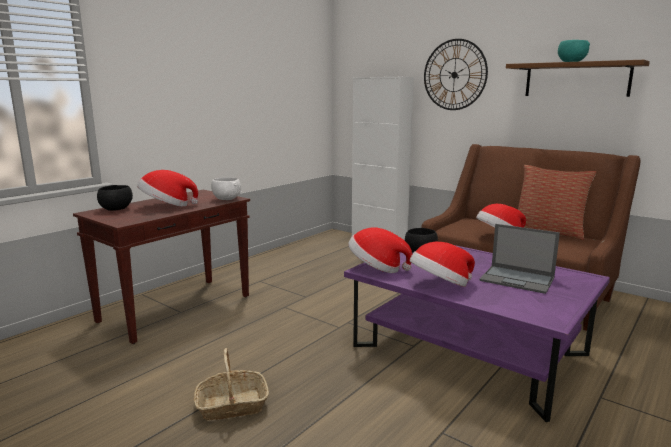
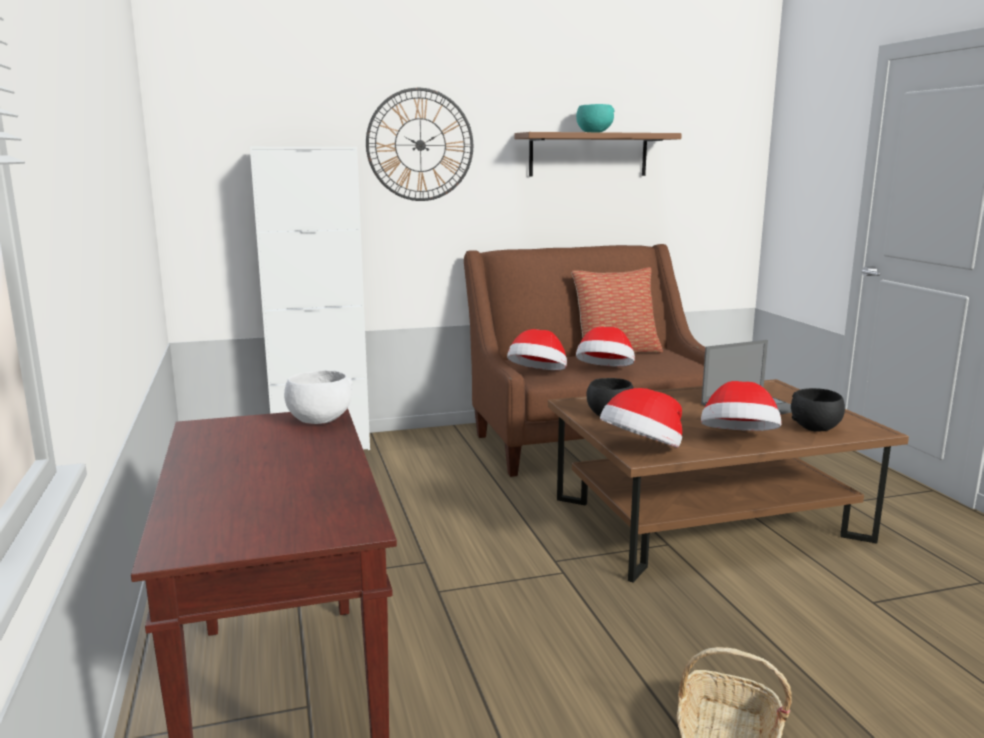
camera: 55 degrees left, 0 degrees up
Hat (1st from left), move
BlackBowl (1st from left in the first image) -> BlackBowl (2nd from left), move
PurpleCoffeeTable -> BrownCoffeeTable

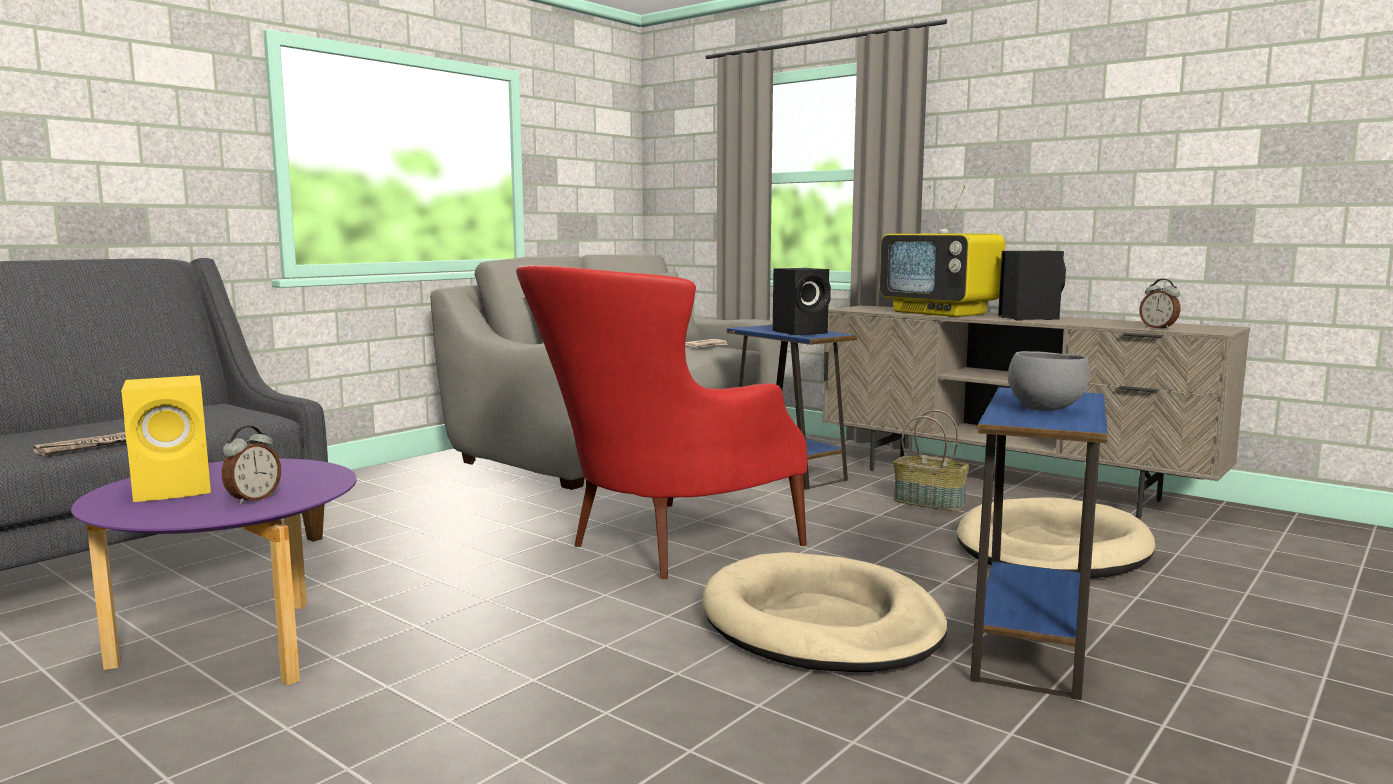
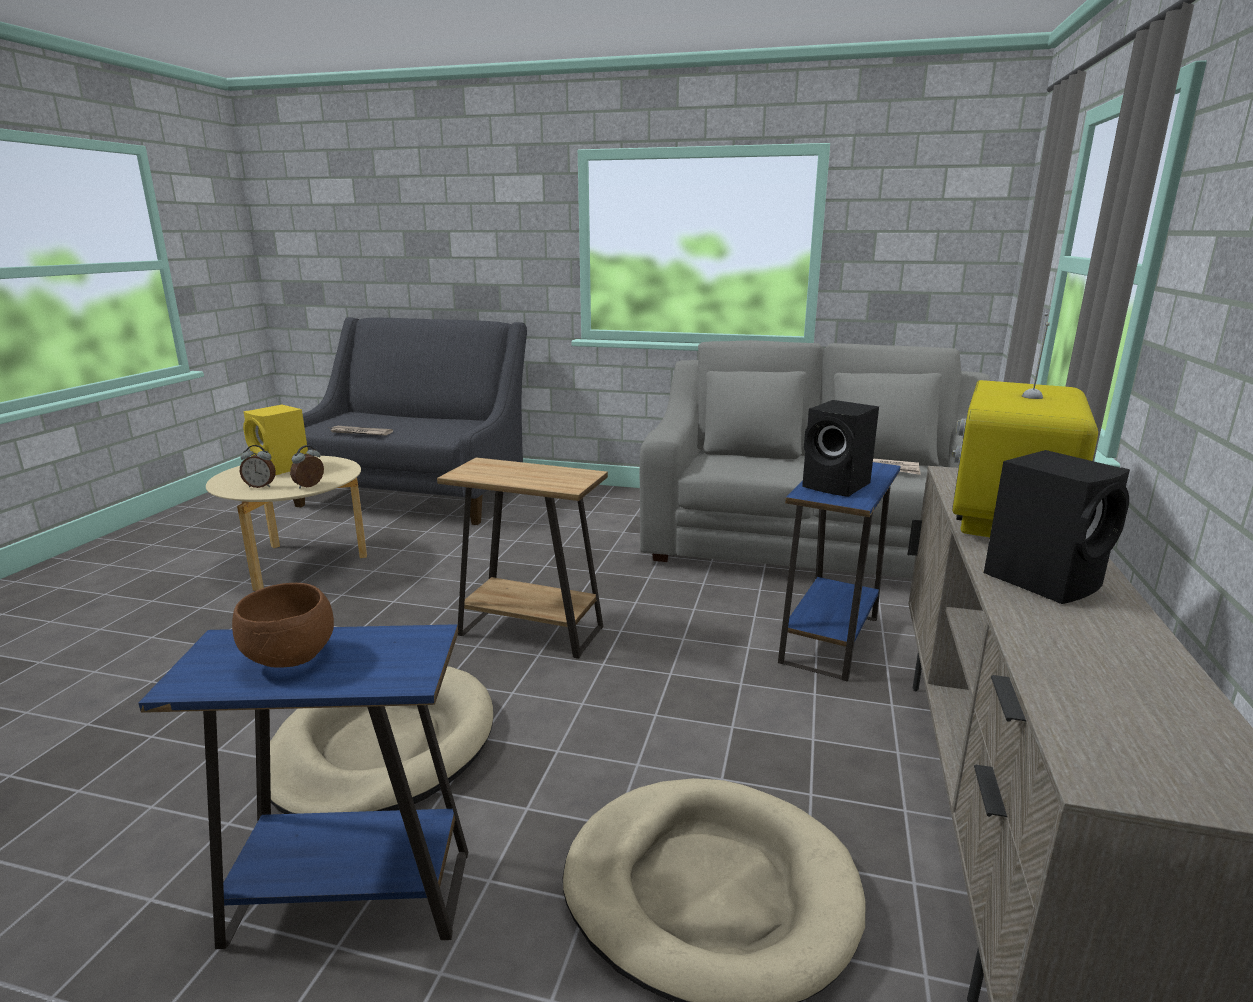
camera: 65 degrees right, 10 degrees up
RedArmchair -> BrownSideTable
AlarmClock (2nd from left), move
GreyBowl -> BrownBowl
Basket -> none
PurpleCoffeeTable -> BeigeCoffeeTable

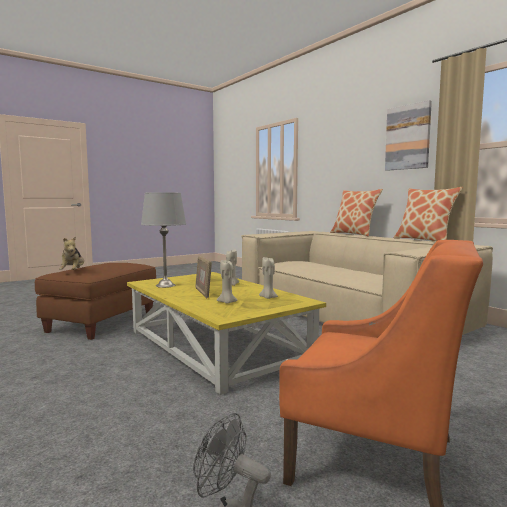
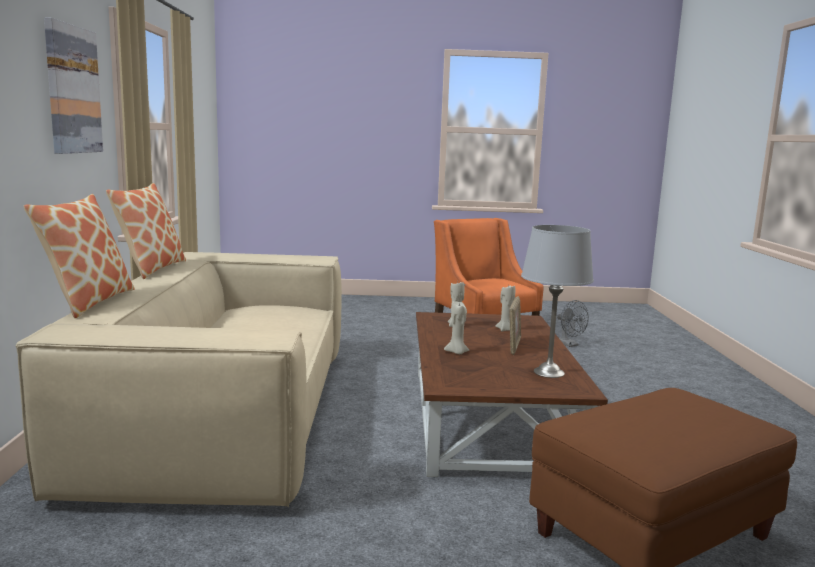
camera: 145 degrees left, 5 degrees up
PlushToy -> none
YellowCoffeeTable -> BrownCoffeeTable

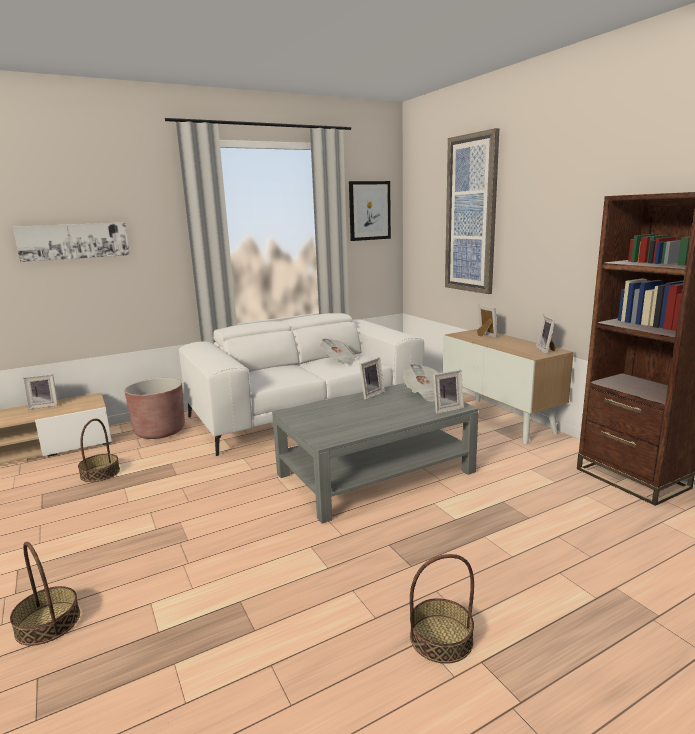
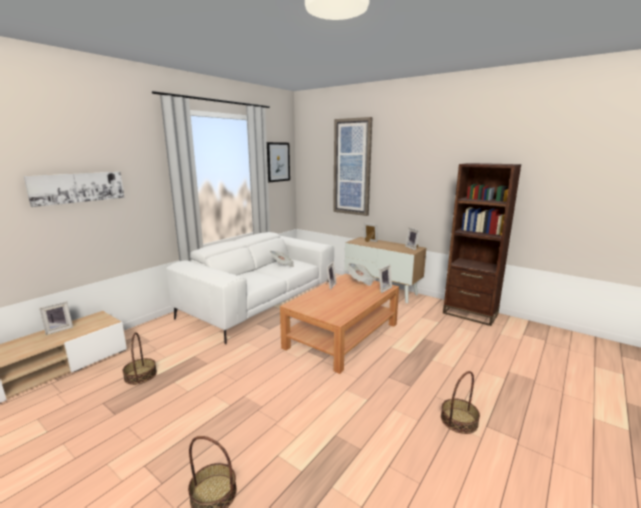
camera: 25 degrees left, 0 degrees up
BrownPlanter -> none
GreyCoffeeTable -> BrownCoffeeTable

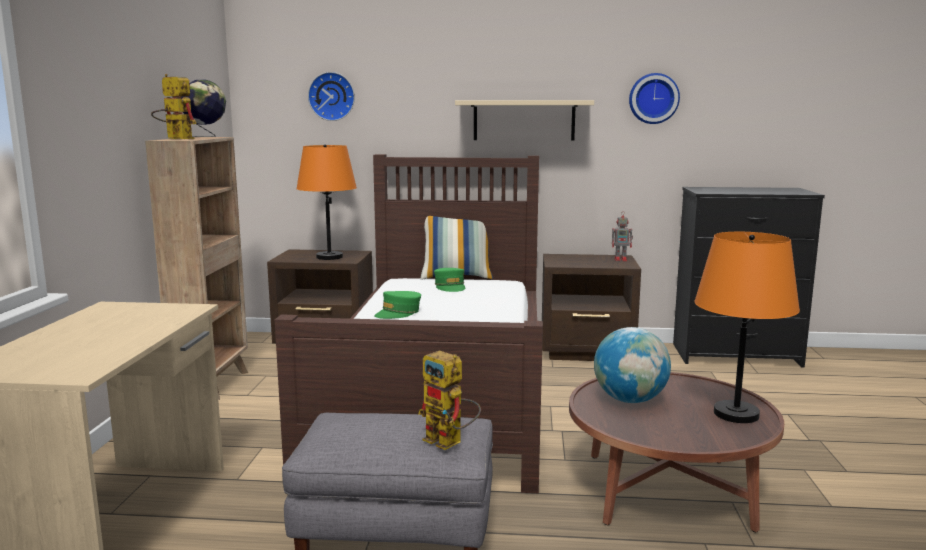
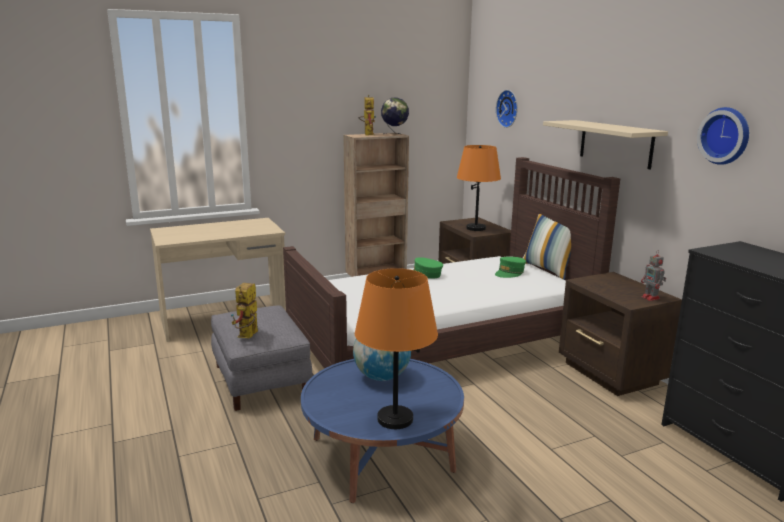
camera: 60 degrees right, 5 degrees up
BrownCoffeeTable -> BlueCoffeeTable

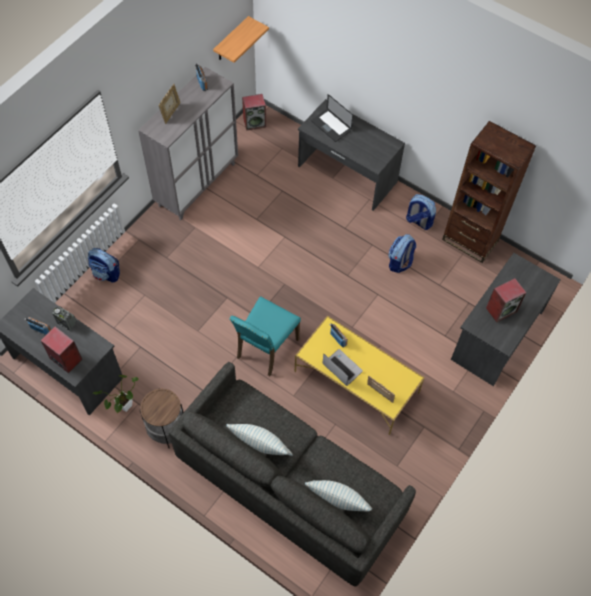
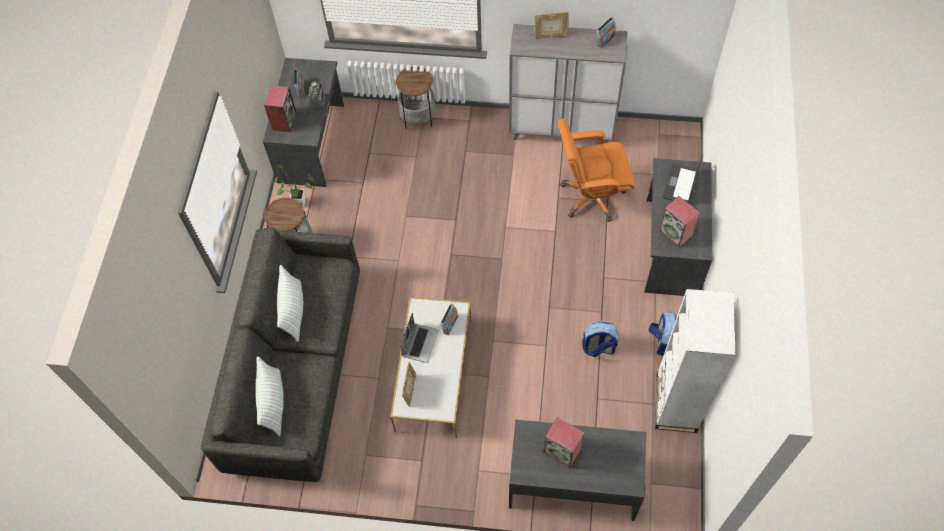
camera: 65 degrees right, 0 degrees up
Shelf -> none
Speaker (2nd from left in the first image) -> Speaker (3rd from left), move
BrownBookcase -> WhiteBookcase
Backpack (1st from left) -> SideTable (2nd from left)
TurquoiseChair -> none
YellowCoffeeTable -> WhiteCoffeeTable
none -> OrangeOfficeChair

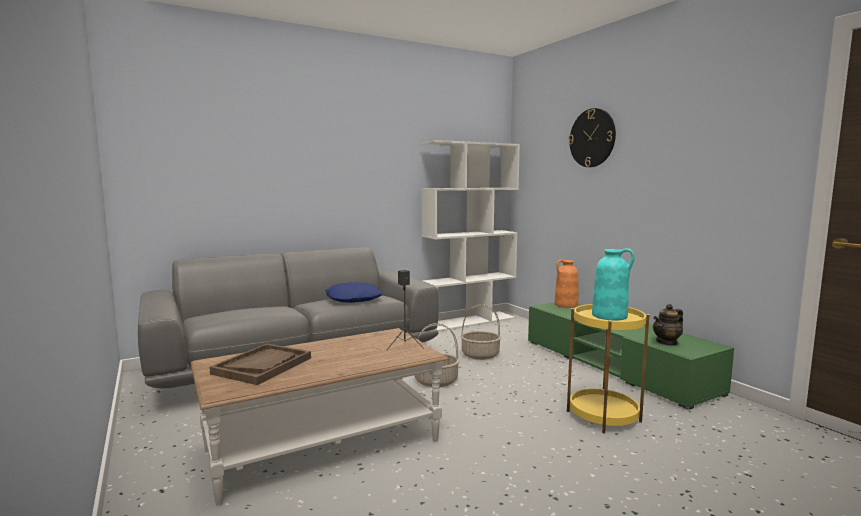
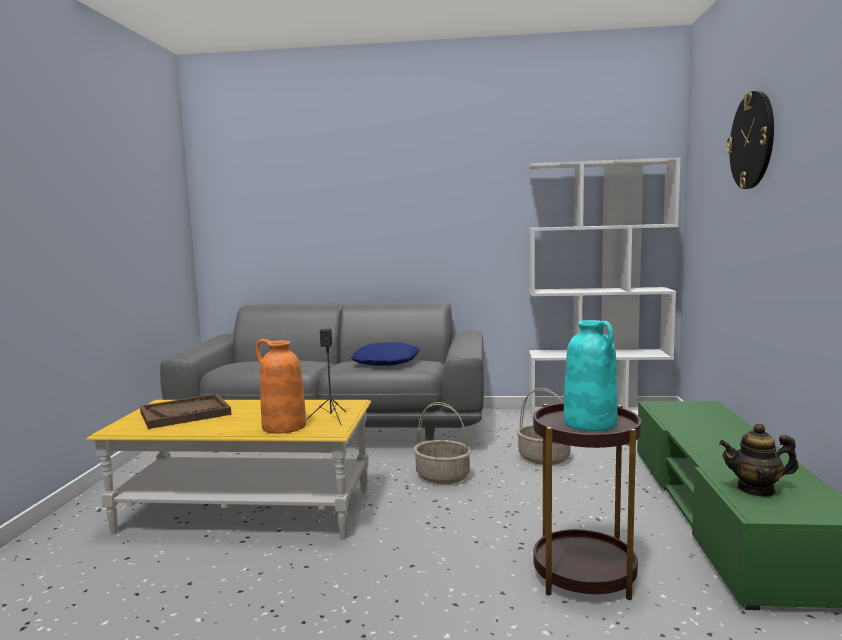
camera: 35 degrees right, 0 degrees up
OrangeVase, move
YellowSideTable -> BrownSideTable
BrownCoffeeTable -> YellowCoffeeTable

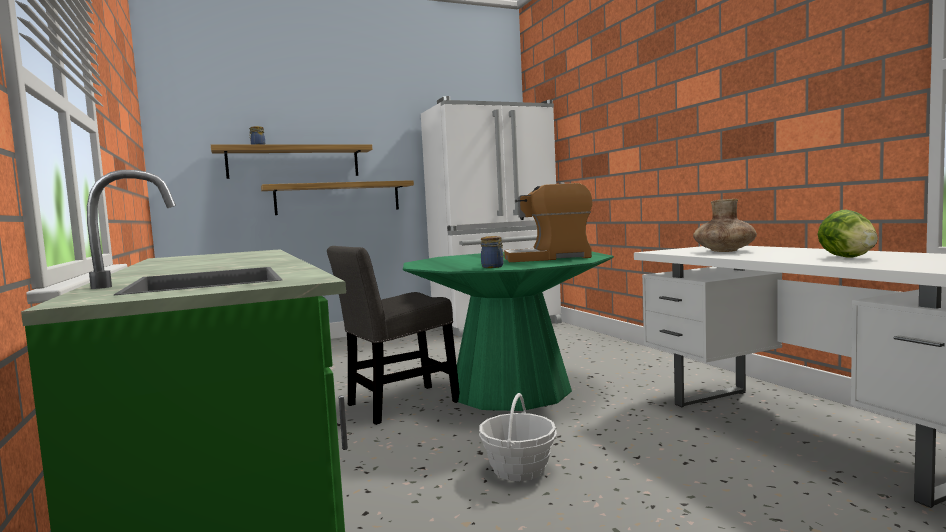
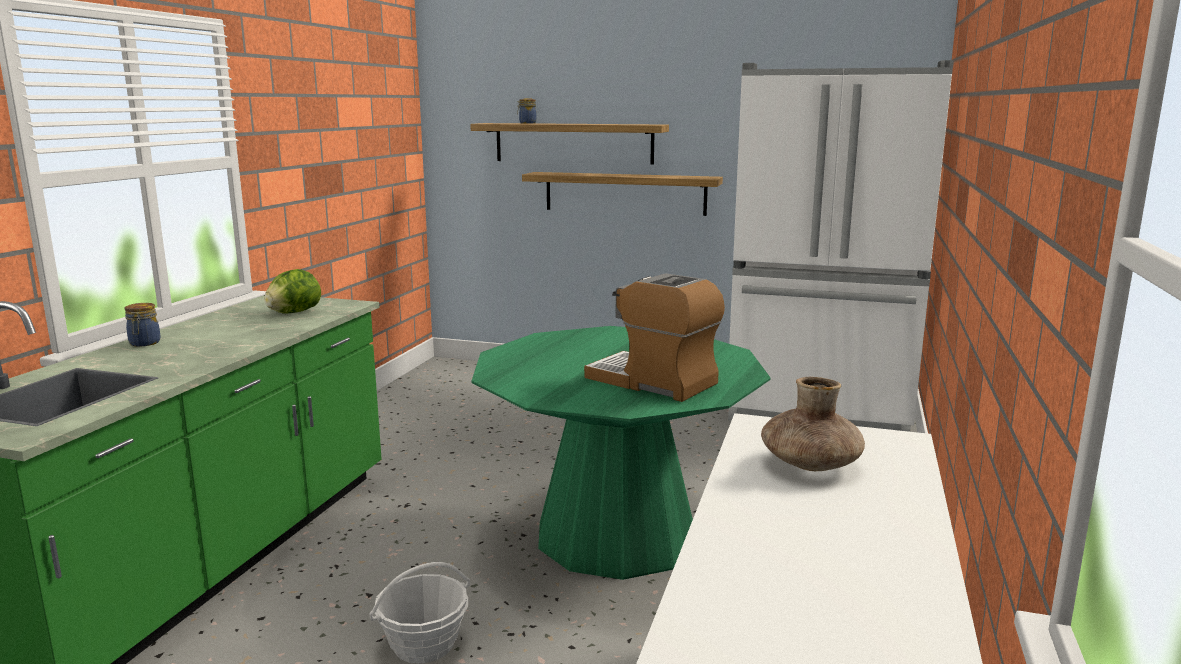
camera: 40 degrees right, 10 degrees up
Lettuce, move
Jar (2nd from left in the first image) -> Jar (1st from left), move
GreyChair -> none

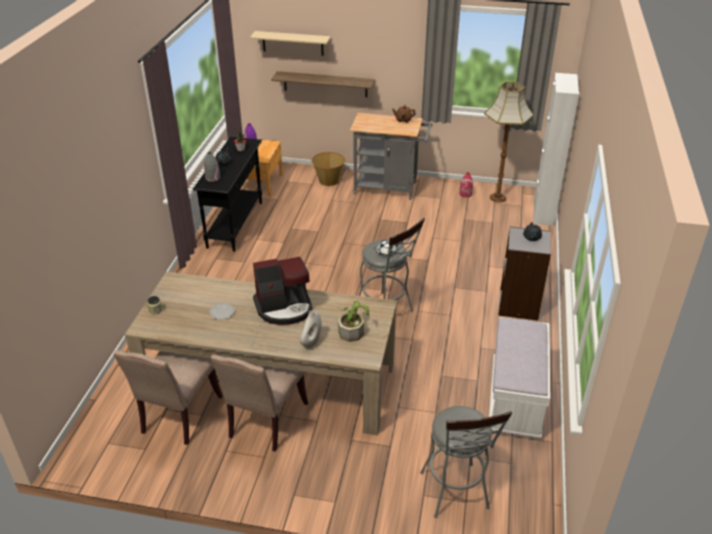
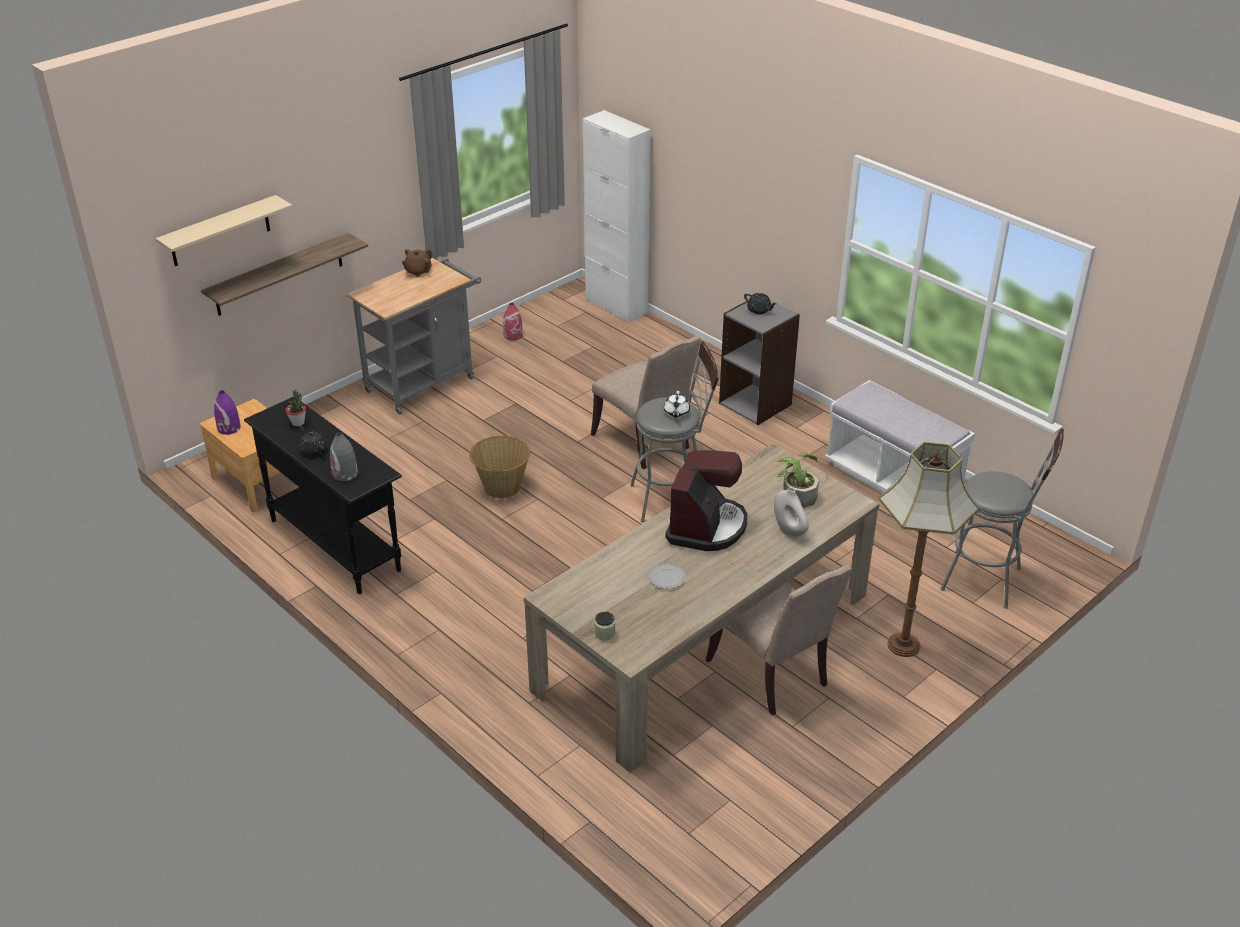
camera: 55 degrees left, 0 degrees up
FloorLamp, move
Basket, move
BeigeChair (1st from left), move

